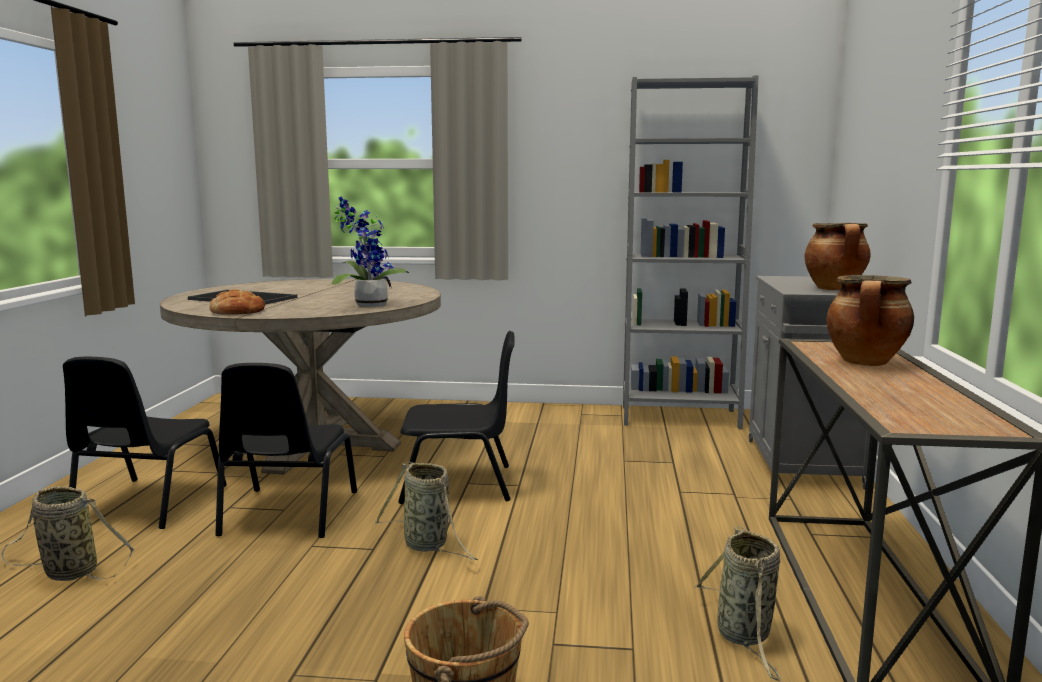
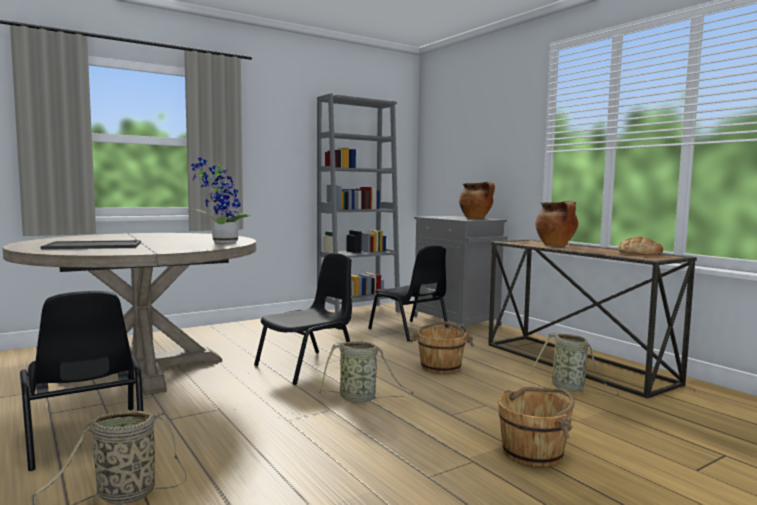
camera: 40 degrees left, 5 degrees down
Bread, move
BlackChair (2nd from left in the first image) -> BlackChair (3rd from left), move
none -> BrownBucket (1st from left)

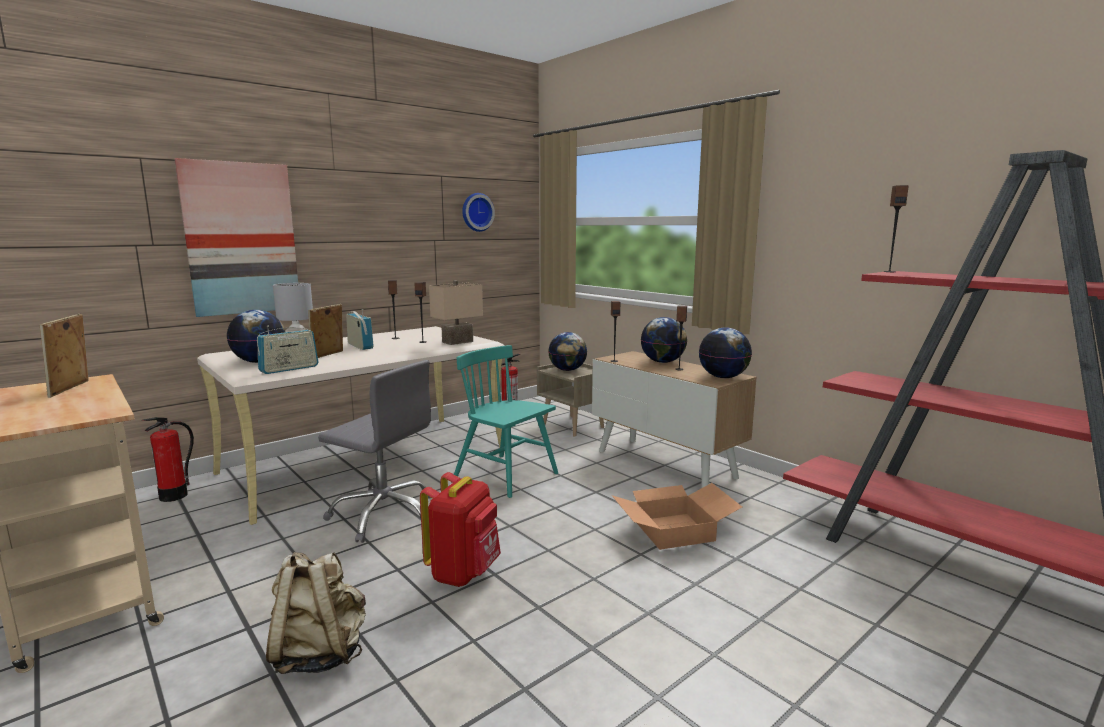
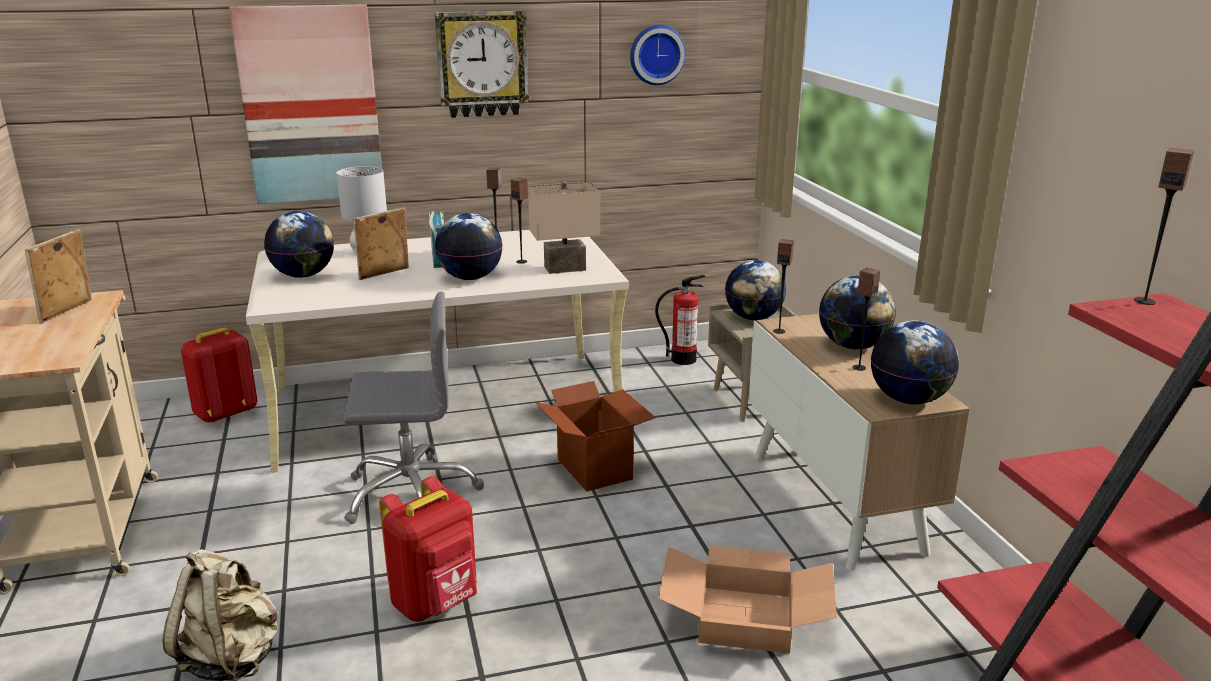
camera: 25 degrees right, 10 degrees up
Radio (1st from left) -> none
TurquoiseChair -> CardboardBox (1st from left)
GreyOfficeChair, 60 degrees counterclockwise
FireExtinguisher (1st from left) -> RedBackpack (1st from left)
none -> WallClock (1st from left)
none -> Globe (2nd from left)

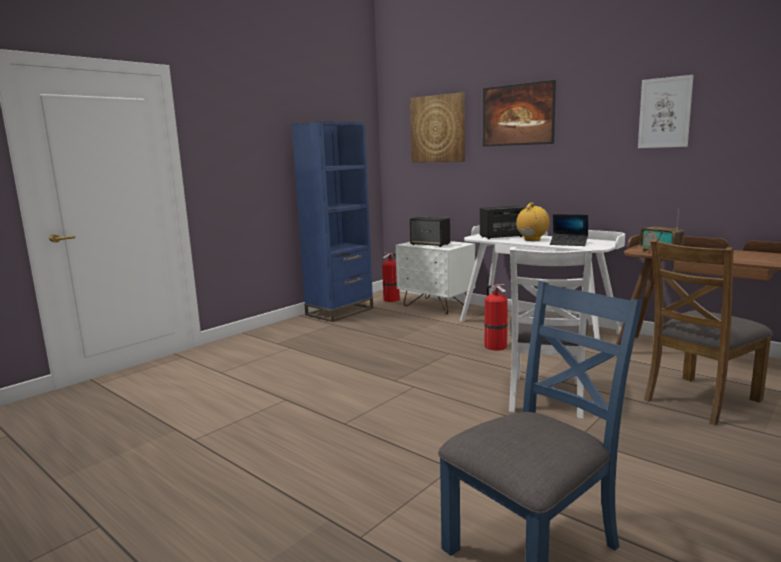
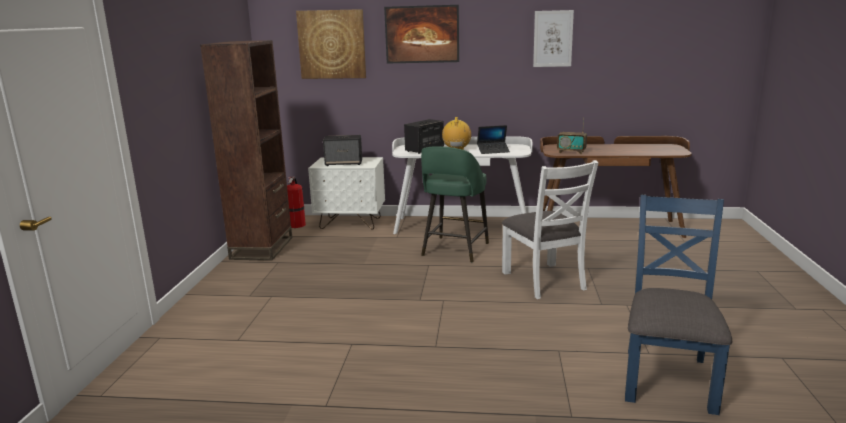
camera: 35 degrees left, 5 degrees up
BlueBookcase -> BrownBookcase
BrownChair -> none
FireExtinguisher (2nd from left) -> GreenStool

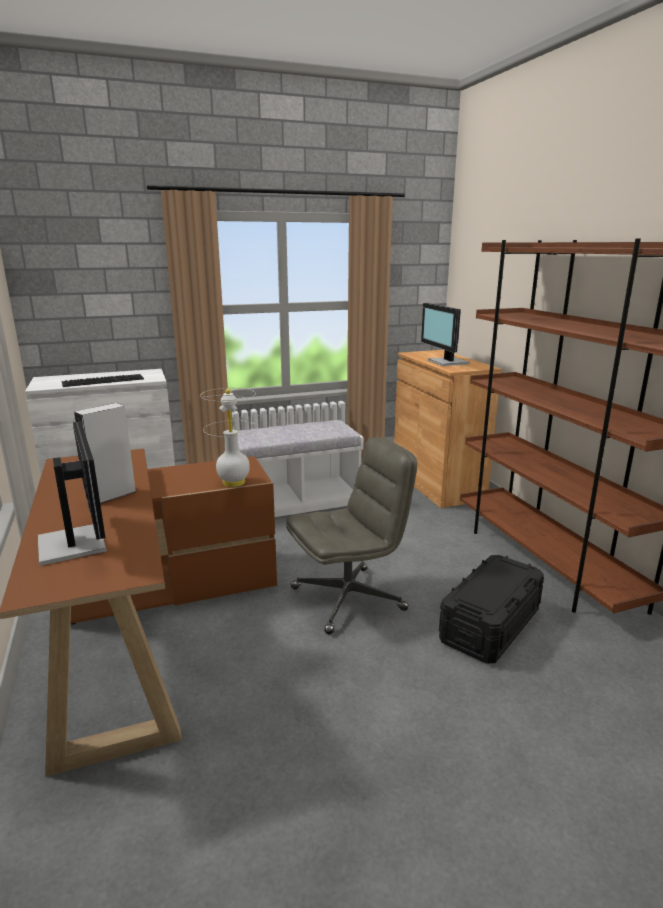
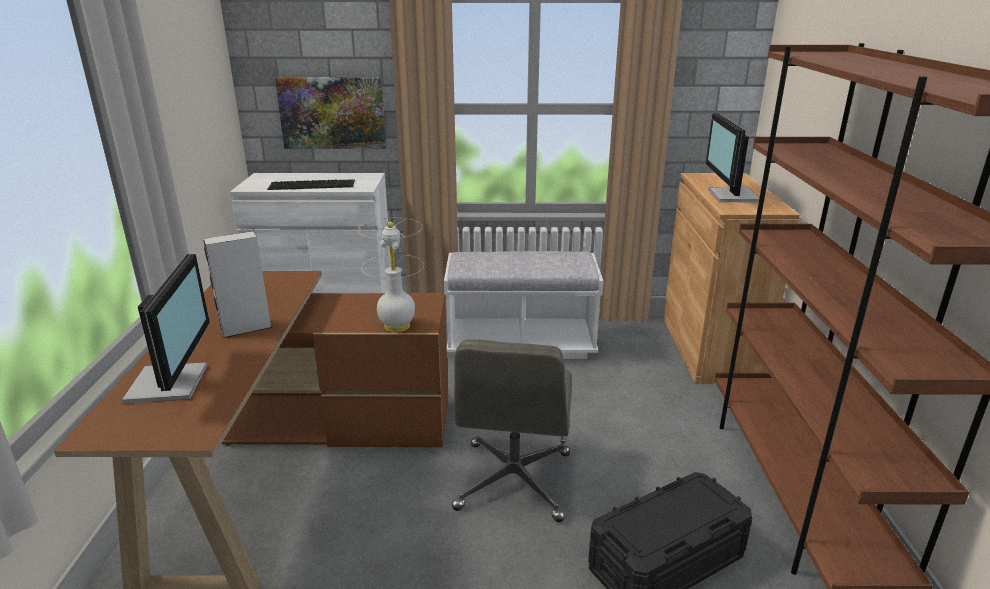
camera: 20 degrees right, 5 degrees up
GreyOfficeChair, 105 degrees clockwise
none -> Picture

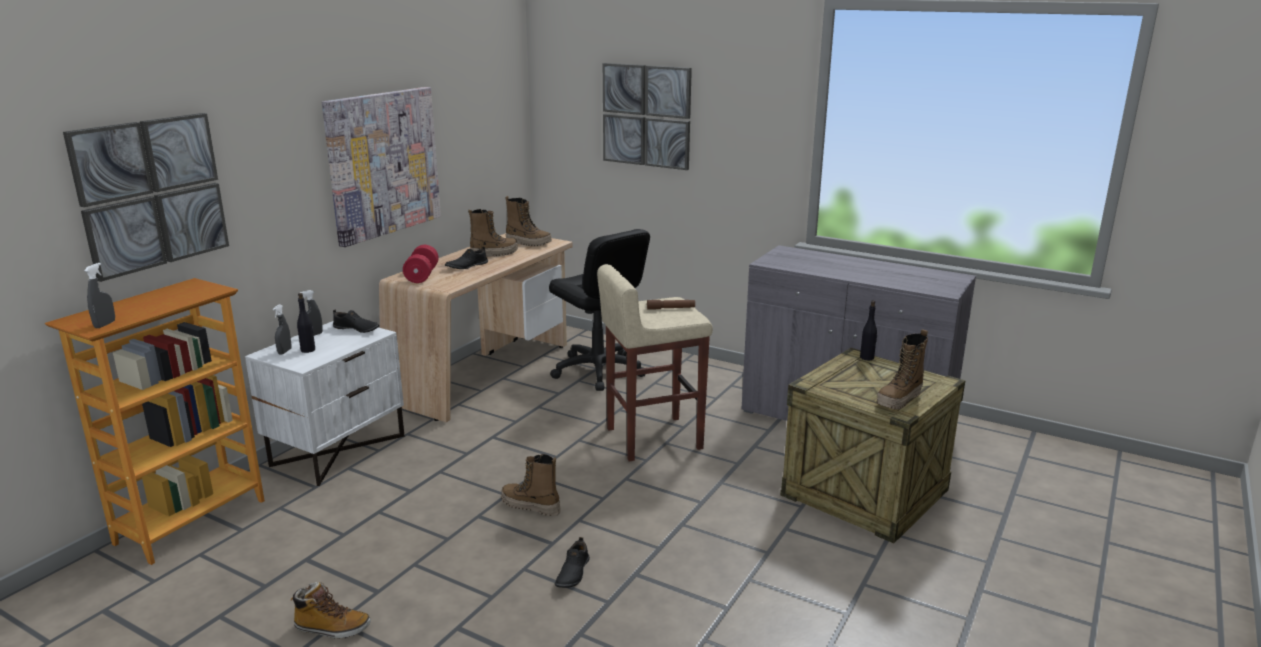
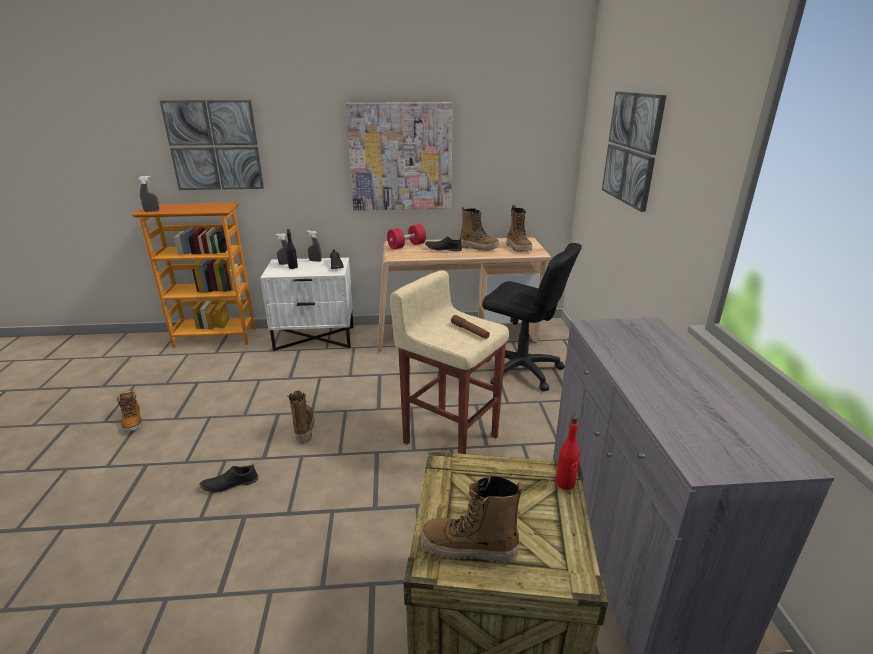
camera: 55 degrees right, 5 degrees up
BlackOfficeChair, 75 degrees counterclockwise
BlackBottle (2nd from left) -> RedBottle

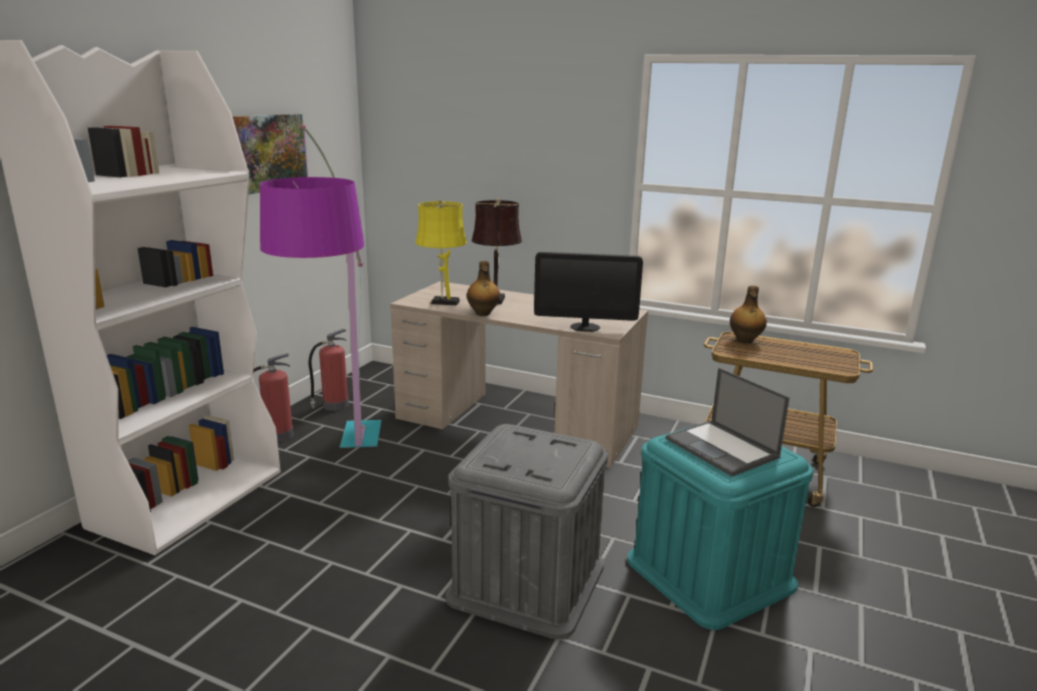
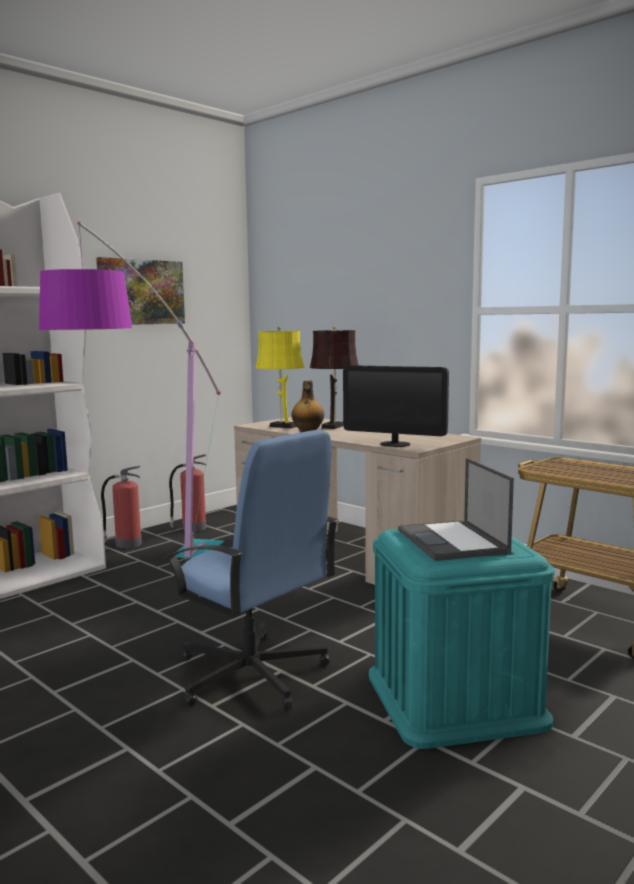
camera: 20 degrees right, 10 degrees down
Bottle (2nd from left) -> none
GreyStorageBox -> BlueOfficeChair

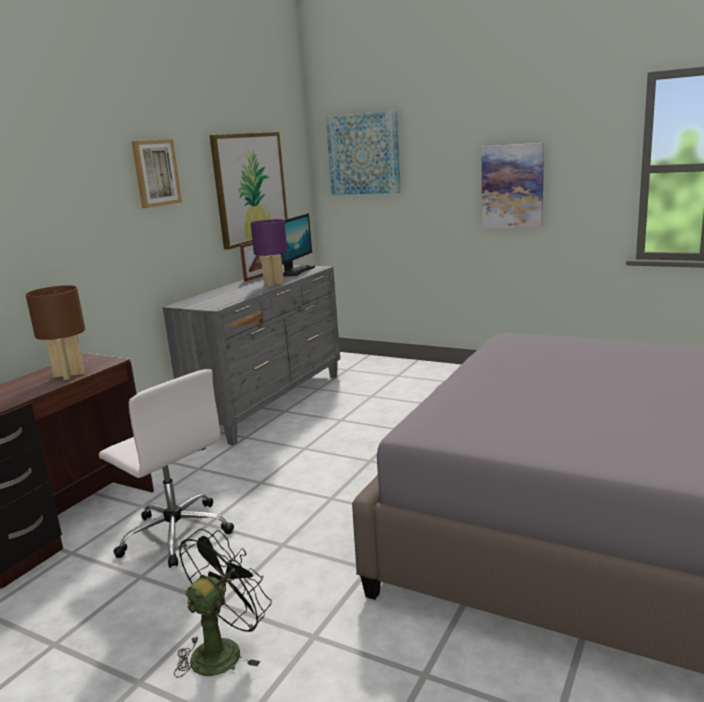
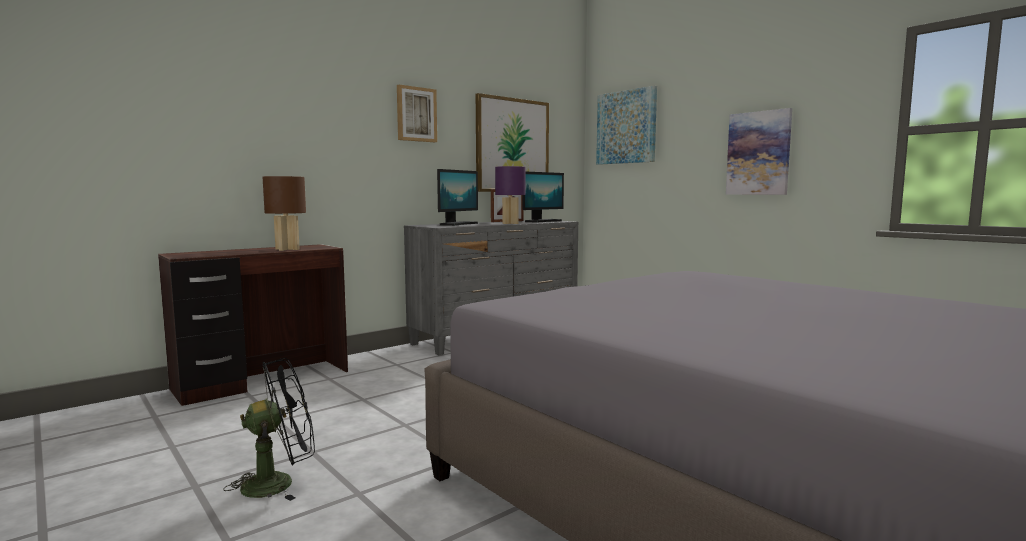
camera: 20 degrees right, 10 degrees down
WhiteOfficeChair -> none
none -> Monitor (1st from left)

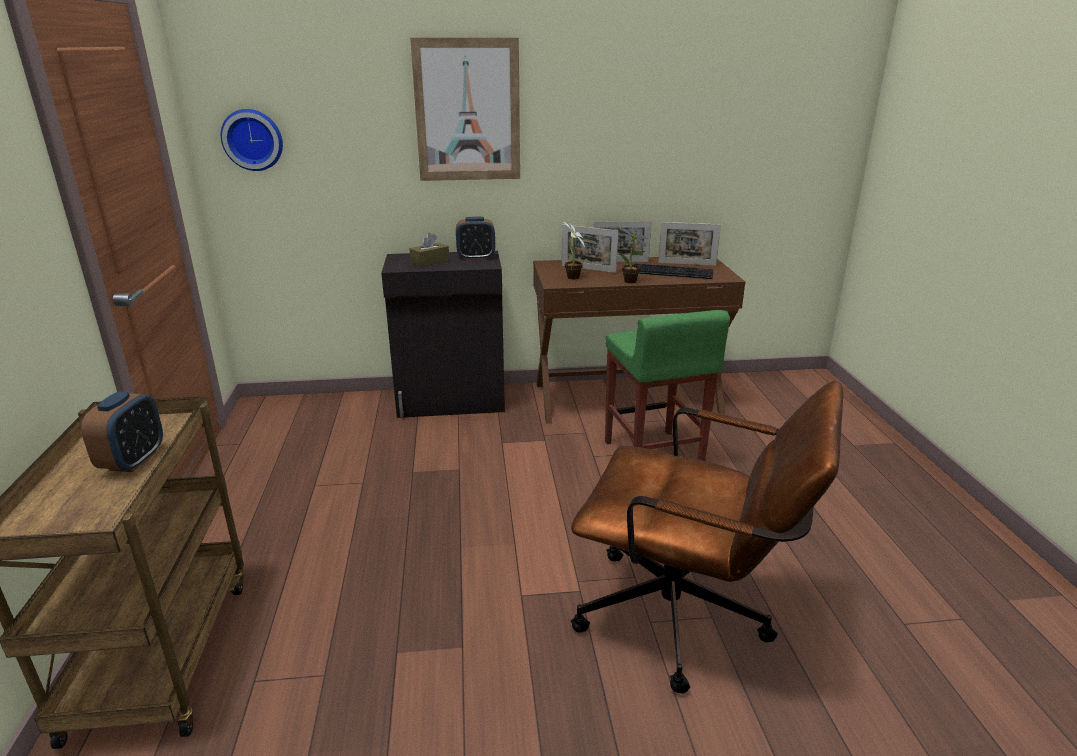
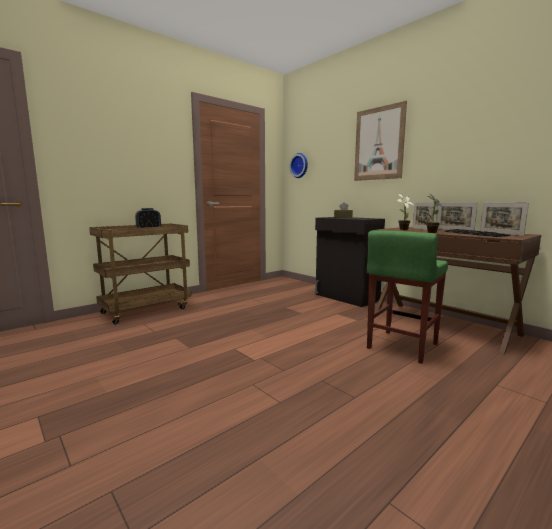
camera: 55 degrees right, 15 degrees down
AlarmClock (2nd from left) -> none
BrownOfficeChair -> none

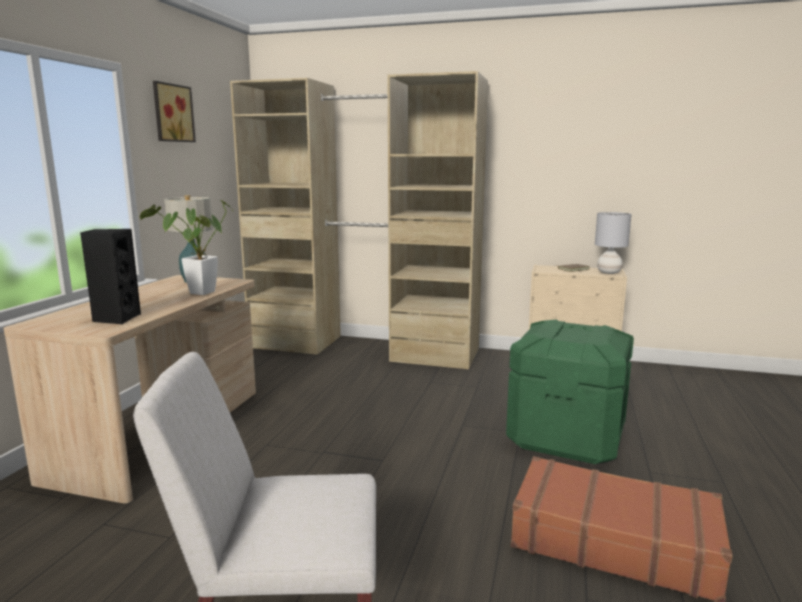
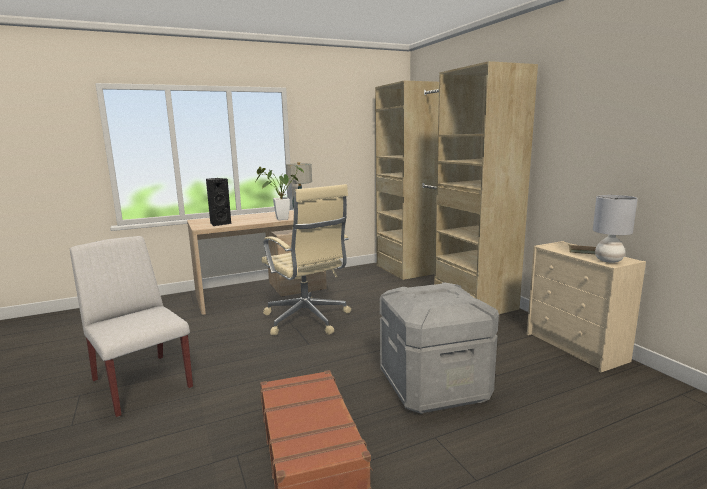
camera: 50 degrees right, 0 degrees up
Picture -> none
GreenStorageBox -> GreyStorageBox
none -> BeigeOfficeChair

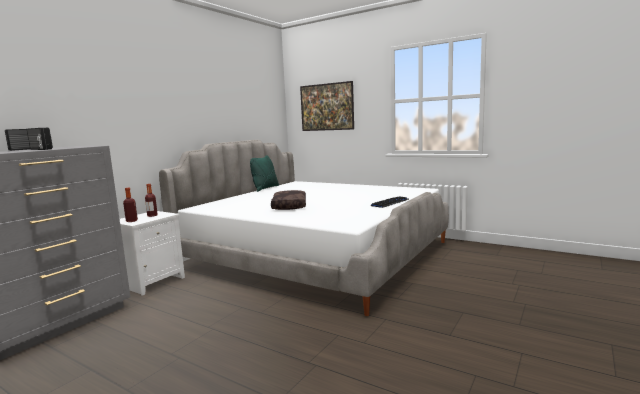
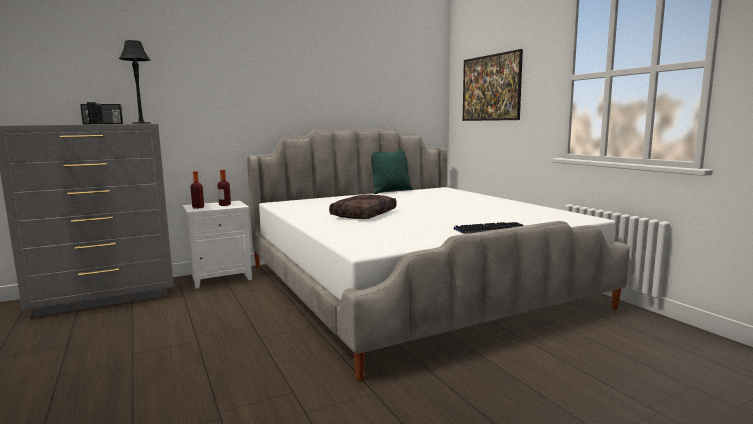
camera: 30 degrees right, 0 degrees up
none -> BlackTableLamp

